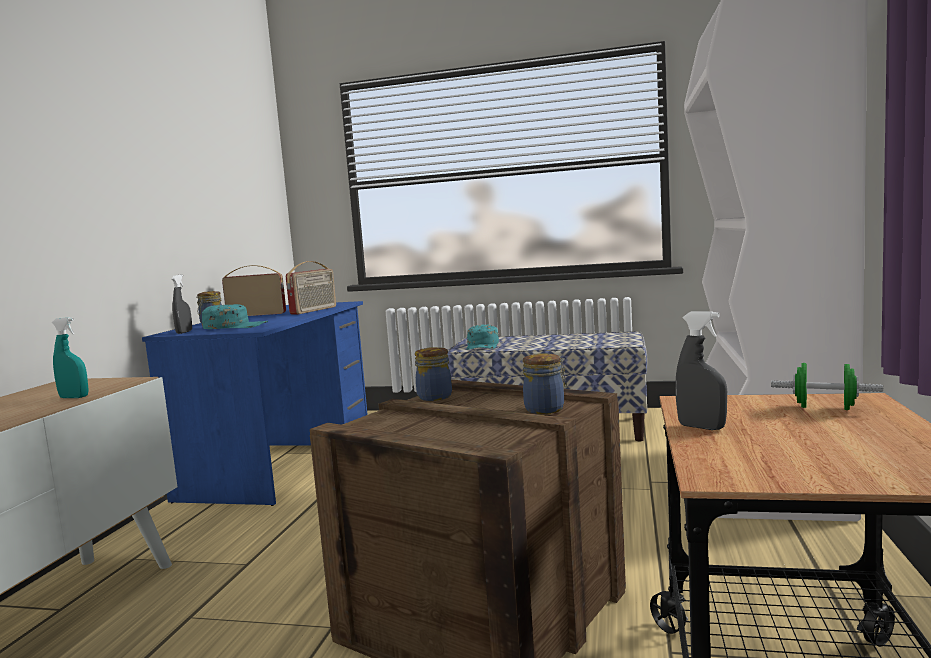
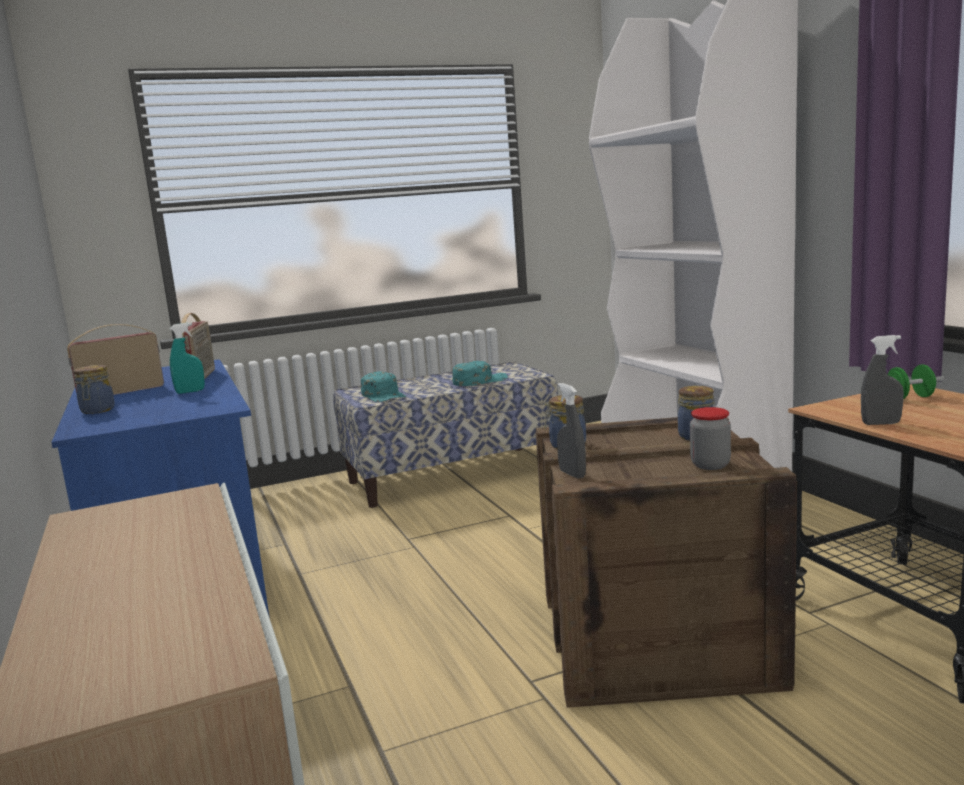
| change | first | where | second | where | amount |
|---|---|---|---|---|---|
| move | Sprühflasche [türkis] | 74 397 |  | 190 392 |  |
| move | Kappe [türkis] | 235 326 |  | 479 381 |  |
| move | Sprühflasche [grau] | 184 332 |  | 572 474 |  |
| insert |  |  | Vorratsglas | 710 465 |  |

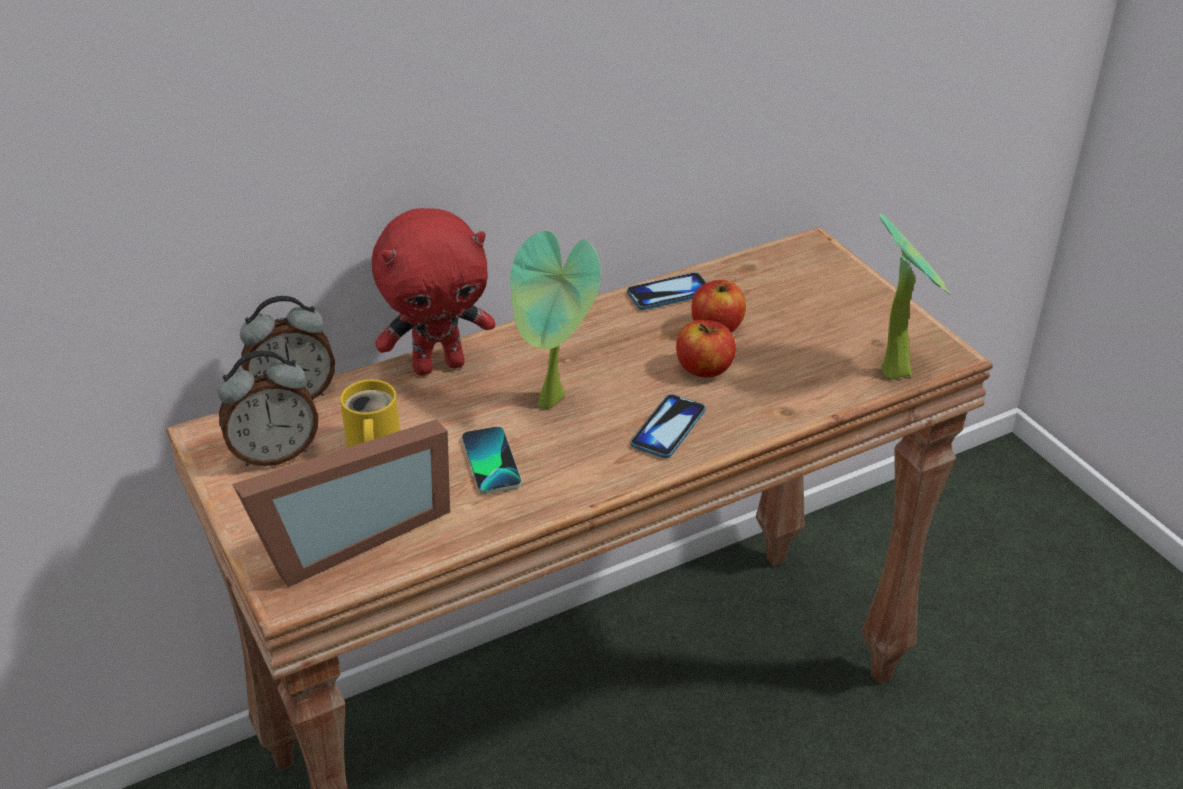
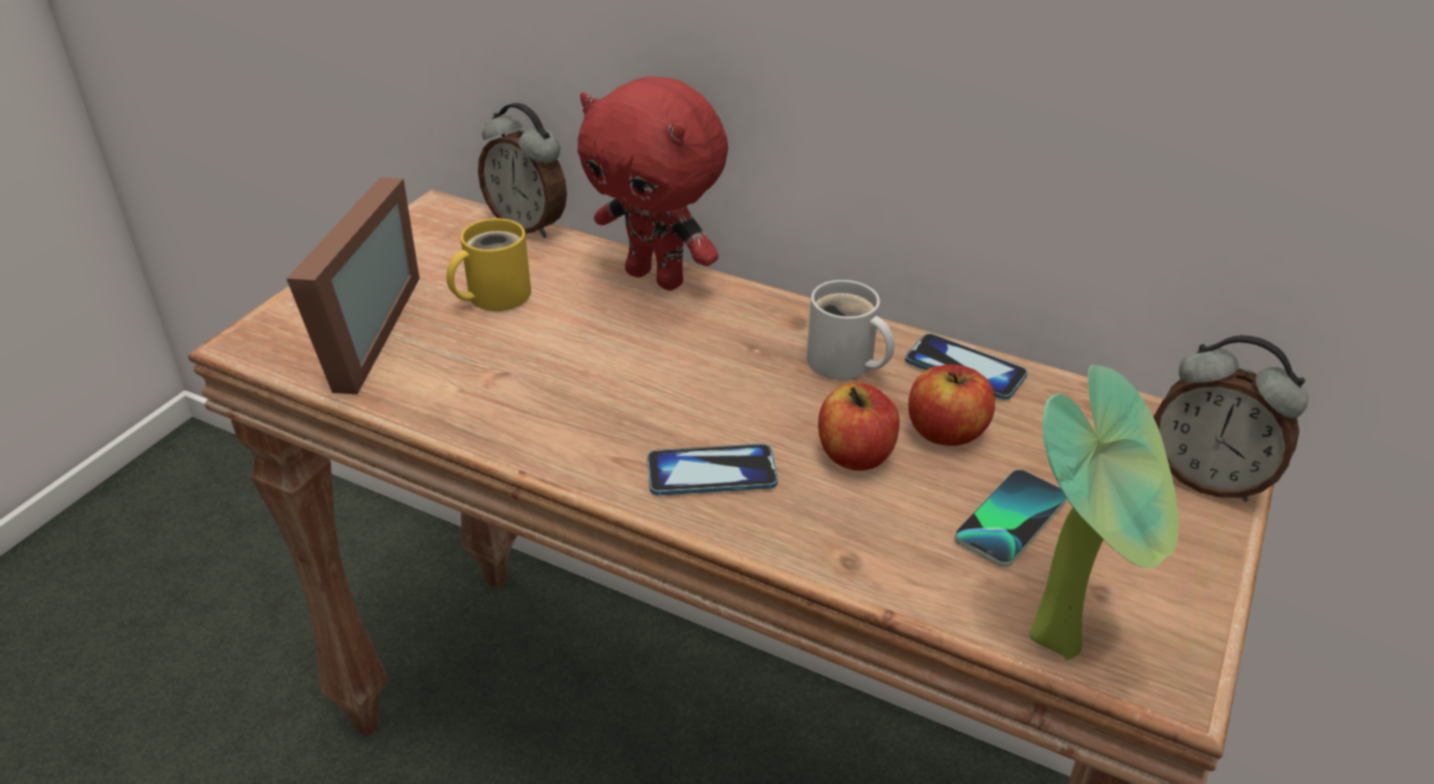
| change | first | where | second | where | amount |
|---|---|---|---|---|---|
| rotate | Bilderrahmen | 348 535 |  | 353 337 | 105 degrees counterclockwise |
| insert |  |  | Henkelbecher [weiß] | 844 364 |  |
| move | Handy | 491 462 |  | 1010 519 |  |
| move | Wecker | 275 454 |  | 1206 479 |  |
| delete | Topfpflanze | 554 404 |  |  |  |

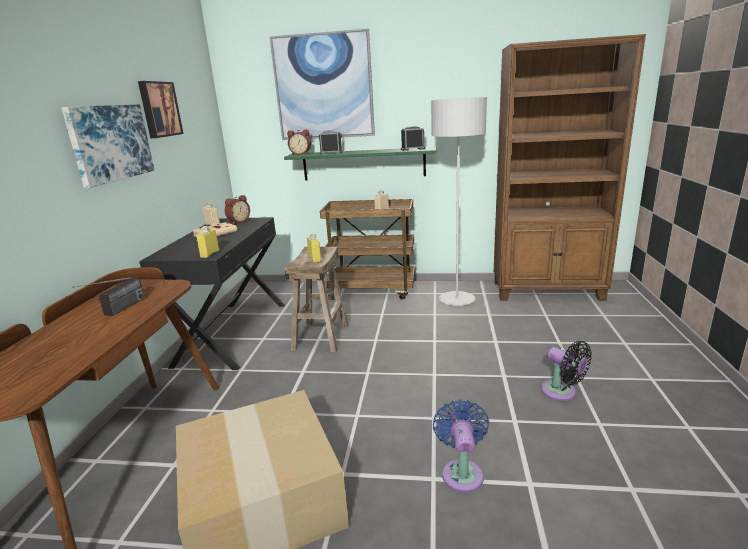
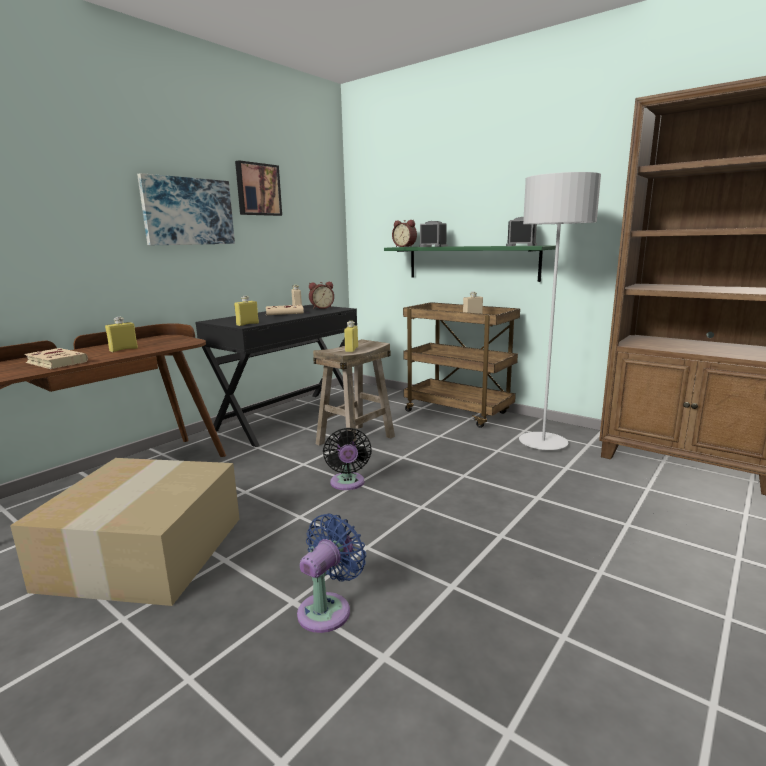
| change | first | where | second | where | amount |
|---|---|---|---|---|---|
| insert |  |  | Buch [beige] | 55 362 |  |
| replace | Radio | 117 311 | Flasche [gelb] | 123 349 |  |
| move | Ventilator [schwarz] | 562 392 |  | 347 484 |  |
| delete | Bild | 324 87 |  |  |  |

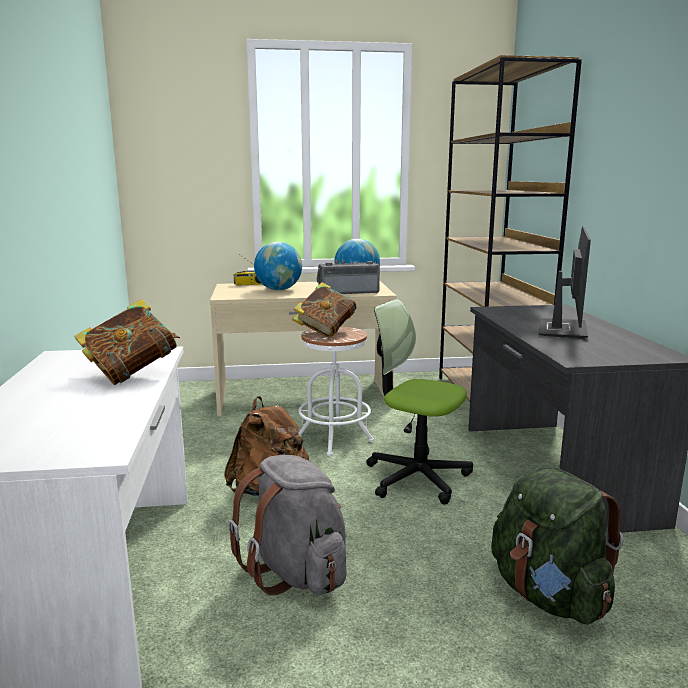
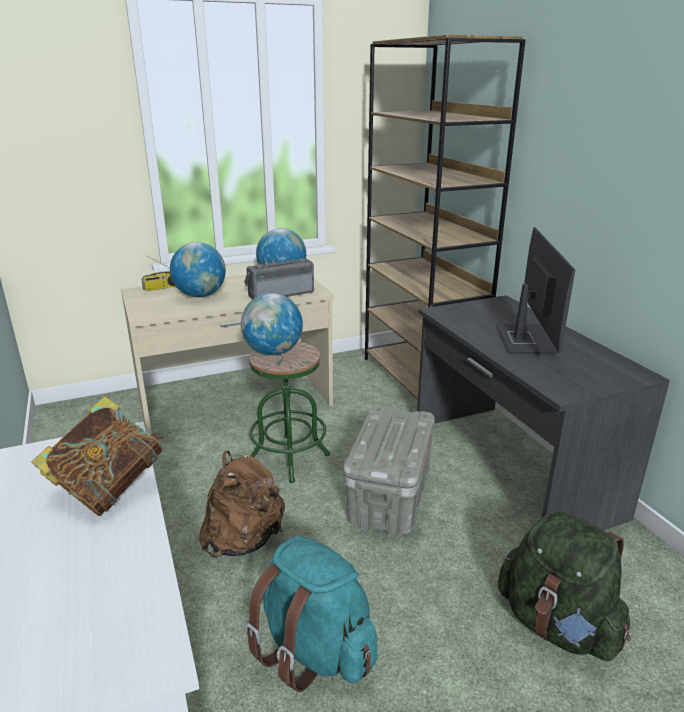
| change | first | where | second | where | amount |
|---|---|---|---|---|---|
| replace | Buch | 325 331 | Globus | 273 352 |  |
| recolor | Rucksack [grau] | 296 572 | Rucksack [türkis] | 314 650 |  |
| recolor | Hocker [weiß] | 334 439 | Hocker [grün] | 289 458 |  |
| replace | Bürostuhl | 416 477 | Aufbewahrungsbox [grau] | 389 497 |  |

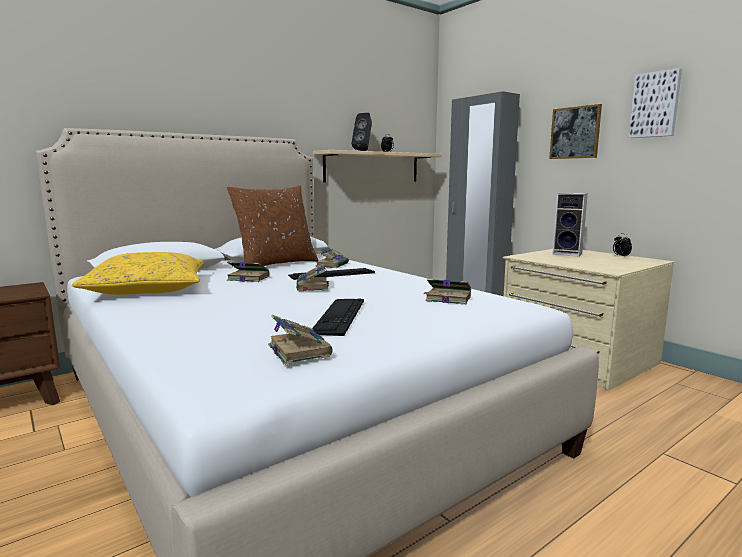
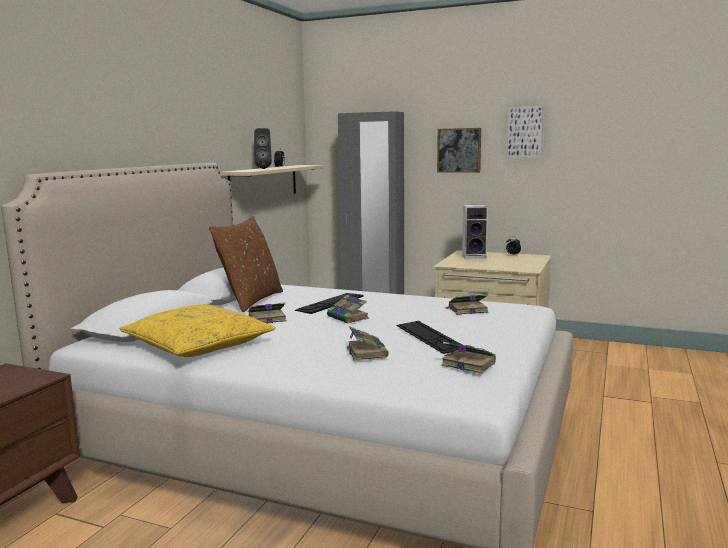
| change | first | where | second | where | amount |
|---|---|---|---|---|---|
| move | Buch | 332 264 |  | 366 352 |  |

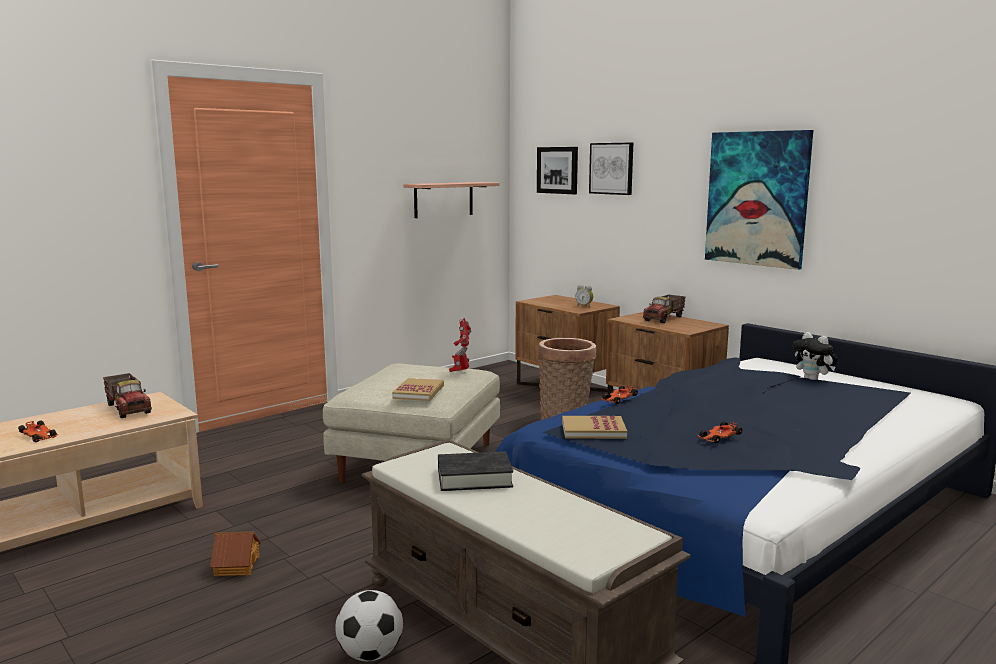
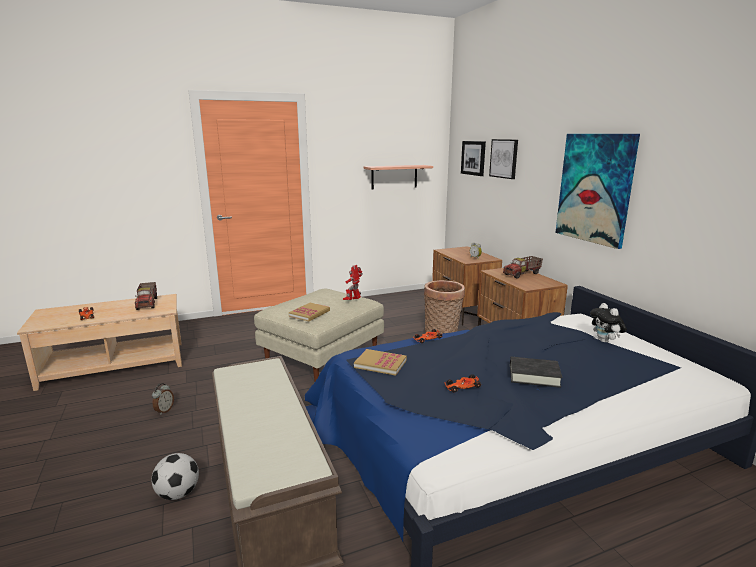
| change | first | where | second | where | amount |
|---|---|---|---|---|---|
| replace | Spielzeughaus | 236 565 | Wecker | 164 410 |  |
| move | Buch [schwarz] | 474 477 |  | 534 376 |  |

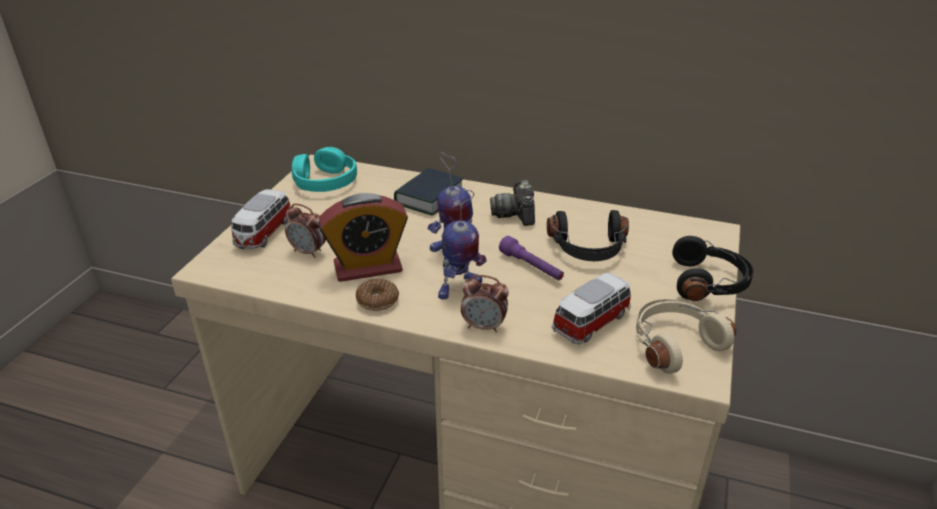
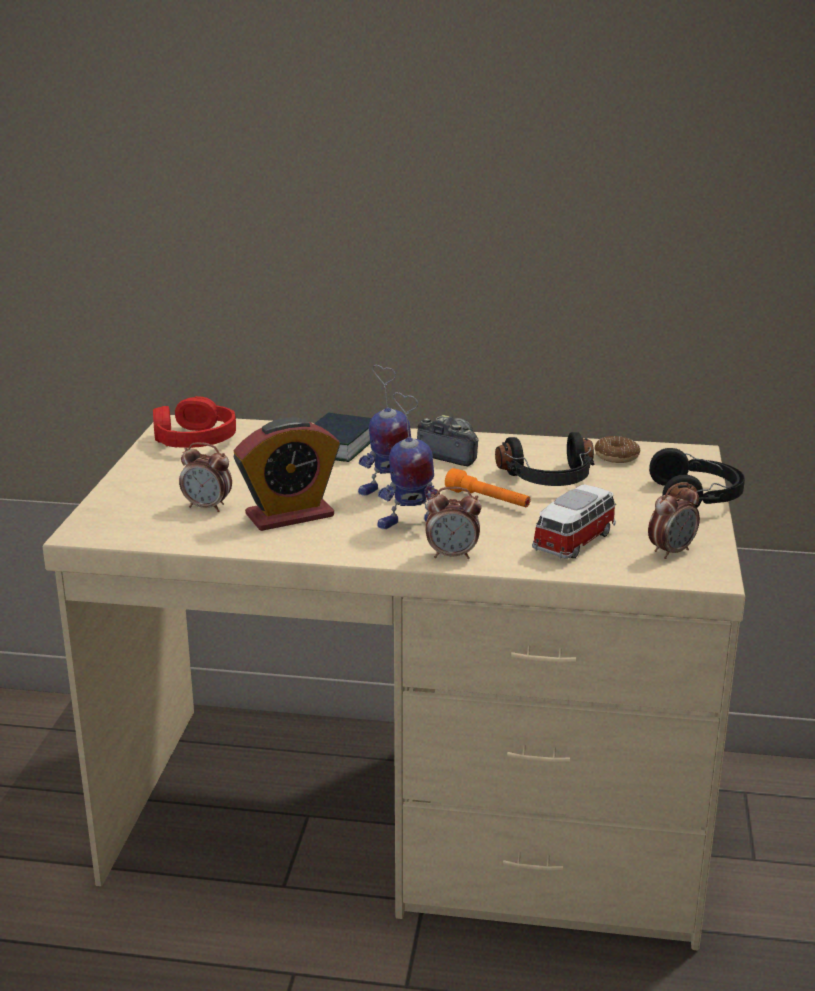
| change | first | where | second | where | amount |
|---|---|---|---|---|---|
| recolor | Kopfhörer [türkis] | 325 181 | Kopfhörer [rot] | 194 439 |  |
| rotate | Spielzeugroboter | 458 288 |  | 408 525 | 45 degrees clockwise |
| rotate | Kamera | 515 214 |  | 451 454 | 135 degrees clockwise |
| recolor | Taschenlampe [lila] | 531 267 | Taschenlampe [orange] | 488 500 |  |
| move | Donut | 377 300 |  | 616 457 |  |
| replace | Kopfhörer [beige] | 673 343 | Wecker | 671 551 |  |
| delete | Spielzeugauto | 263 233 |  |  |  |

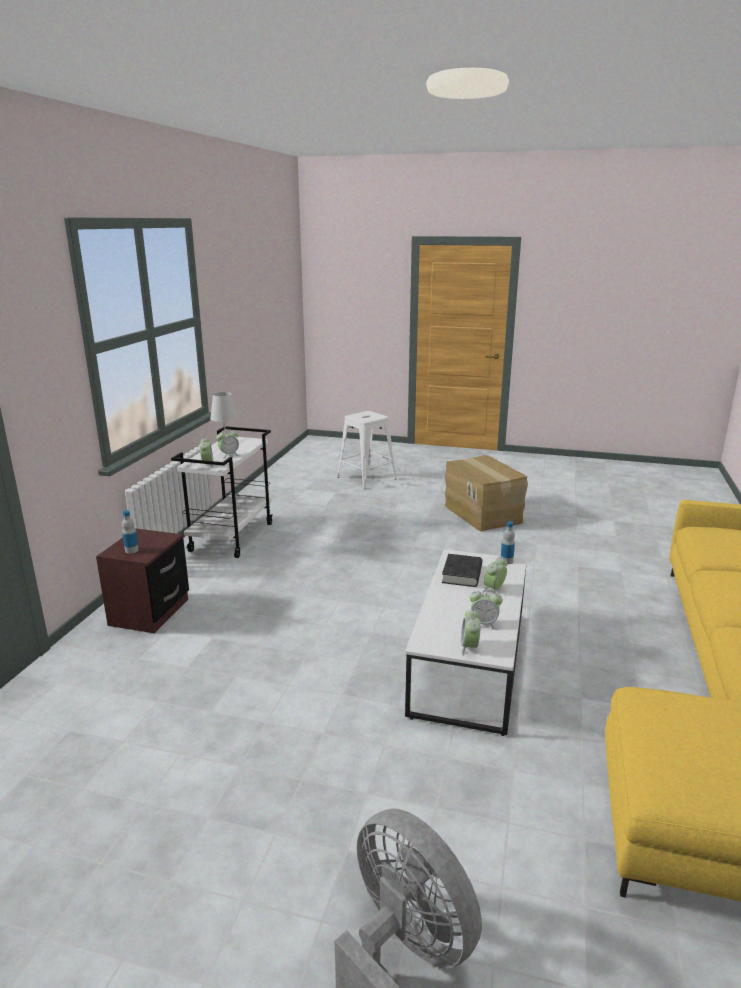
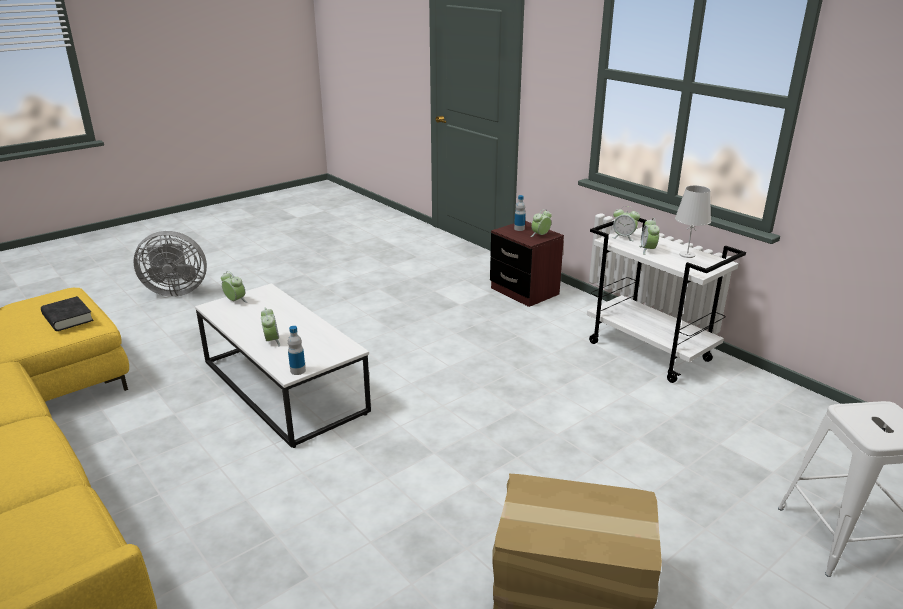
| change | first | where | second | where | amount |
|---|---|---|---|---|---|
| move | Buch [schwarz] | 462 574 |  | 67 318 |  |
| move | Wecker | 484 623 |  | 540 235 |  |

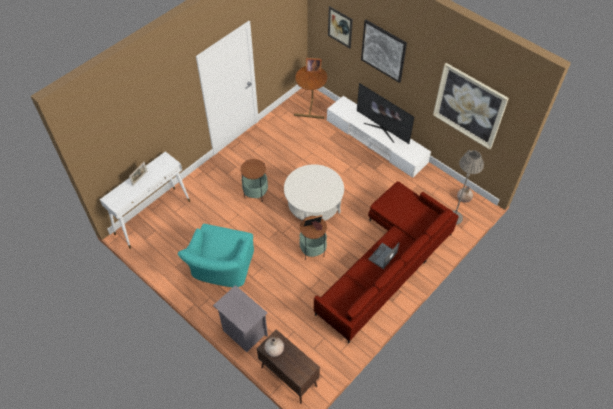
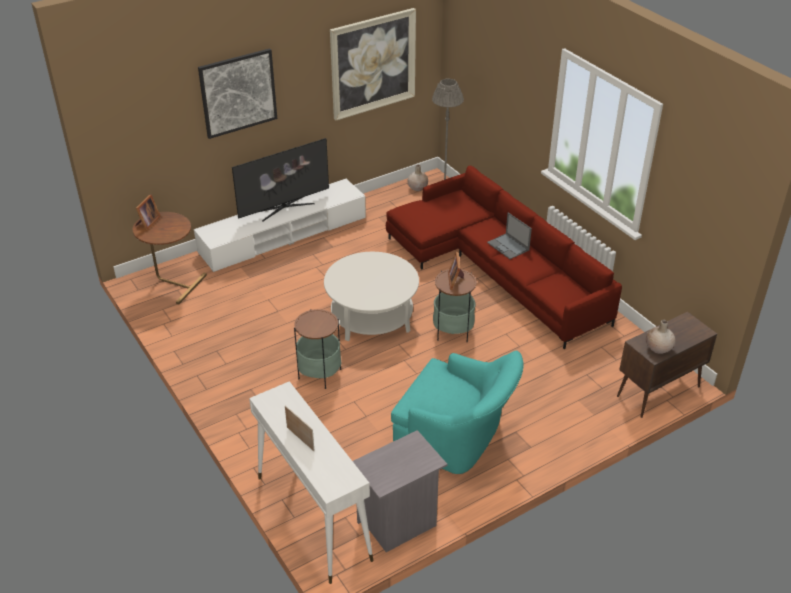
| change | first | where | second | where | amount |
|---|---|---|---|---|---|
| move | Nachttisch [grau] | 243 332 |  | 398 523 |  |
| delete | Bild | 340 27 |  |  |  |

